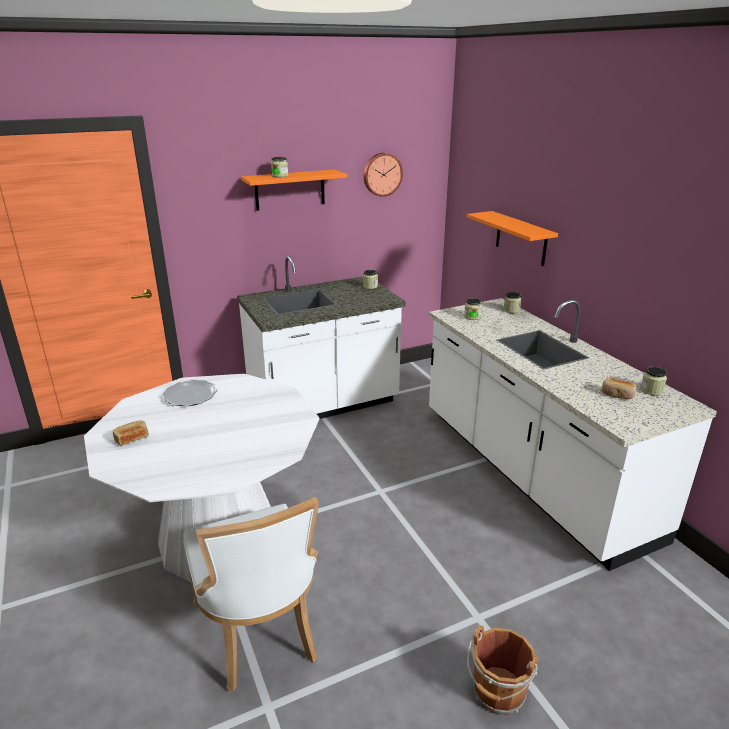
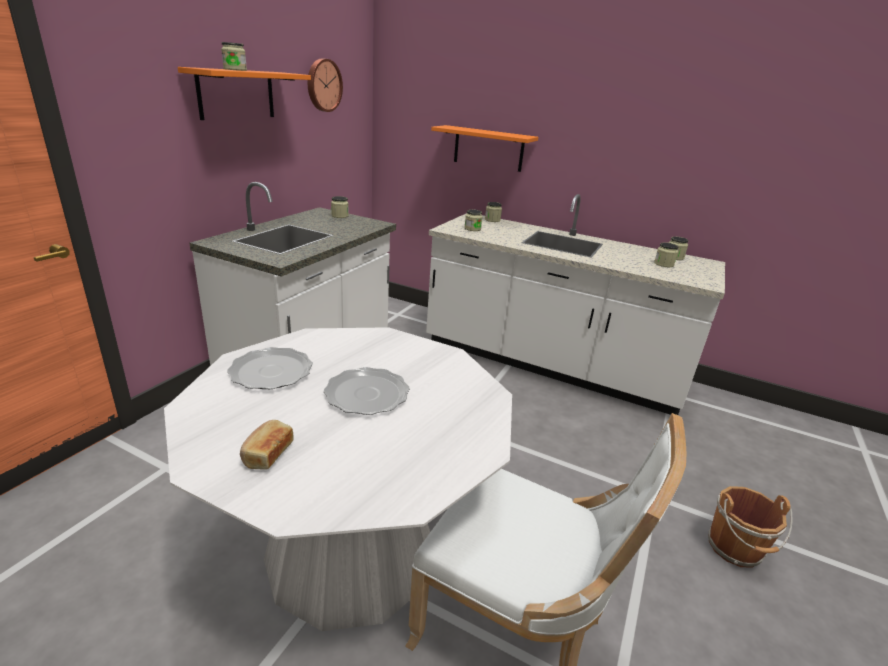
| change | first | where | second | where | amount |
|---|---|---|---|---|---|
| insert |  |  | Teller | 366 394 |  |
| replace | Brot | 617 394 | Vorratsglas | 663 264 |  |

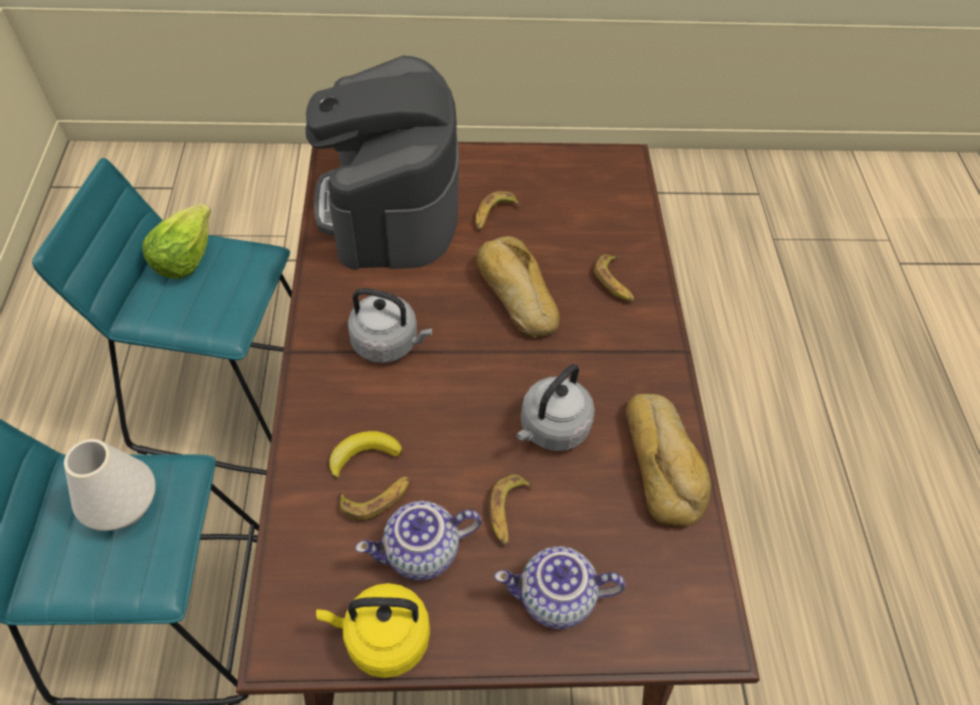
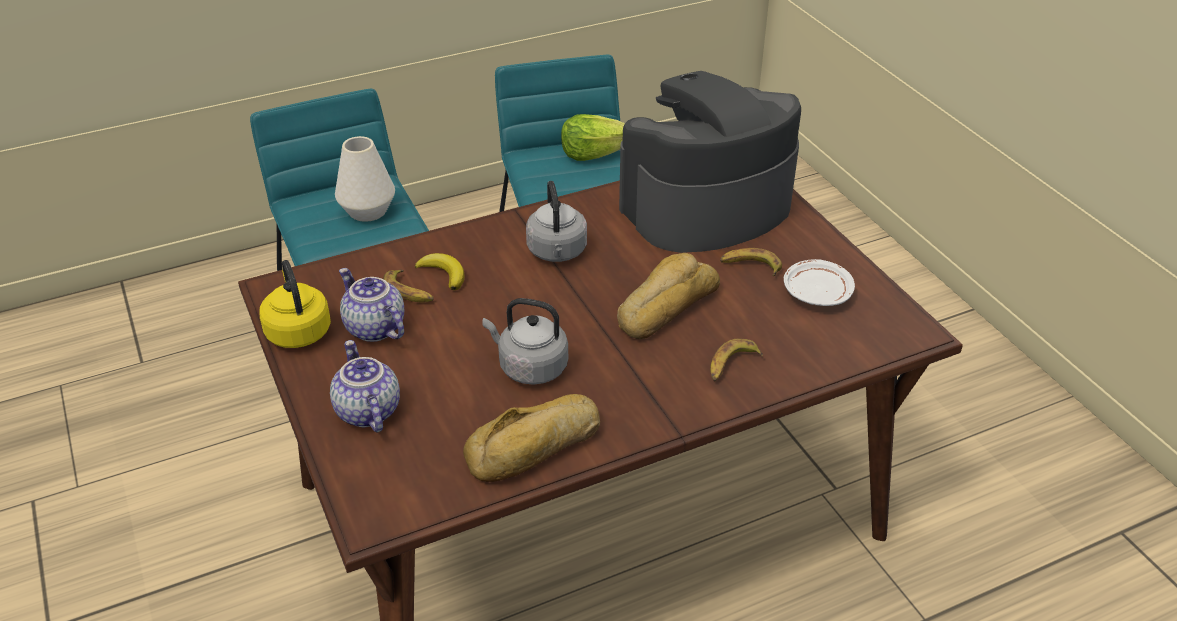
| change | first | where | second | where | amount |
|---|---|---|---|---|---|
| insert |  |  | Teller [weiß] | 816 292 |  |
| delete | Banane | 508 512 |  |  |  |

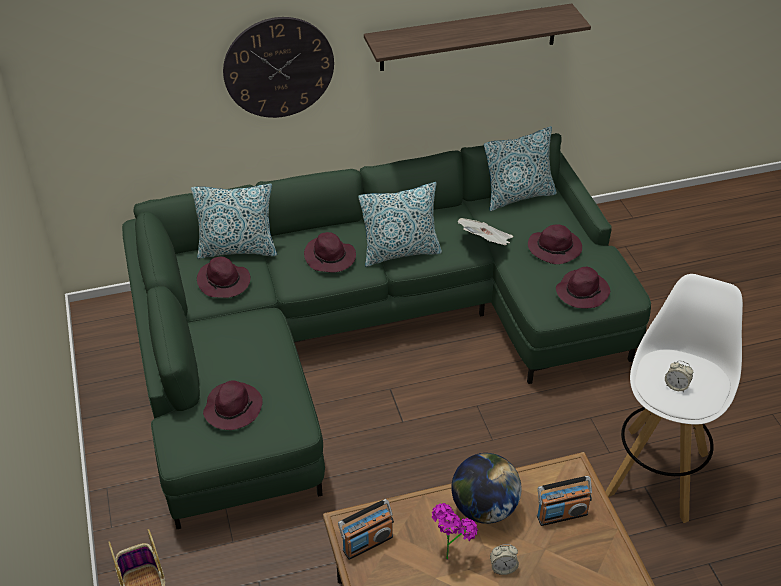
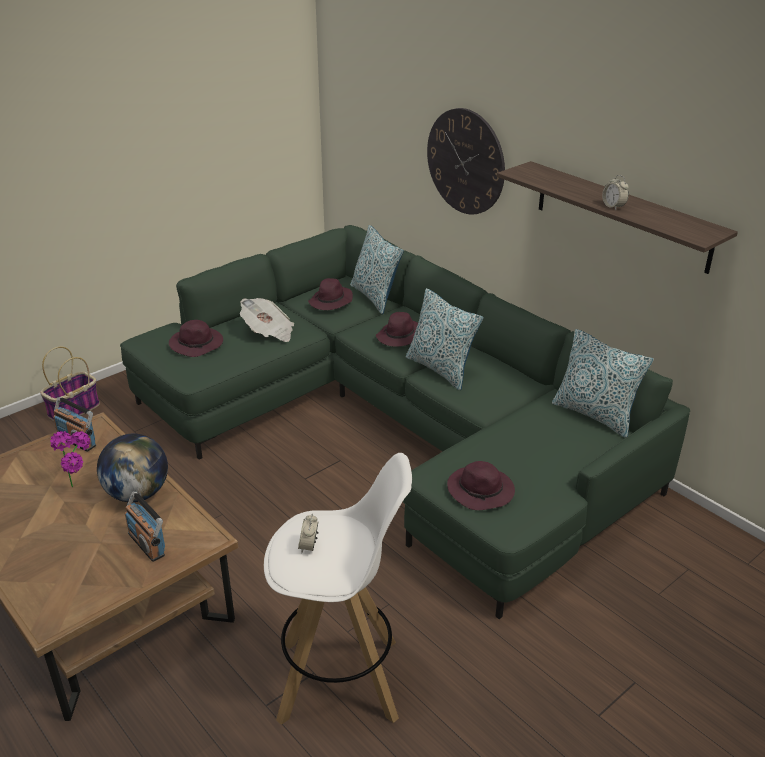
| change | first | where | second | where | amount |
|---|---|---|---|---|---|
| move | Zeitung | 486 243 |  | 269 332 |  |
| move | Wecker | 503 568 |  | 613 207 |  |
| delete | Hut [lila] | 555 248 |  |  |  |

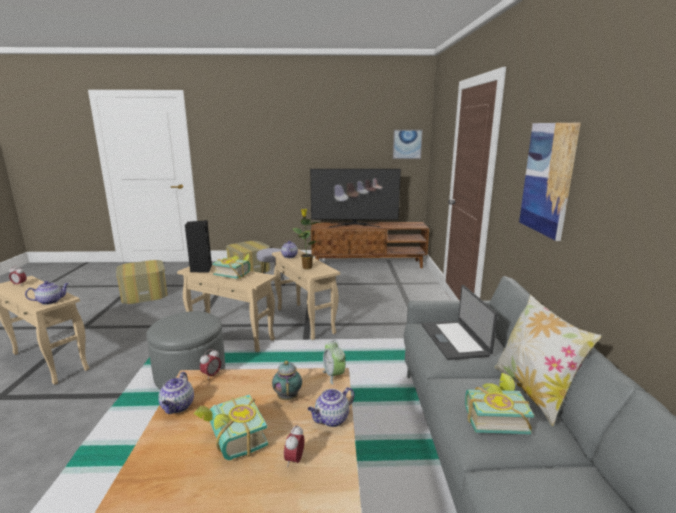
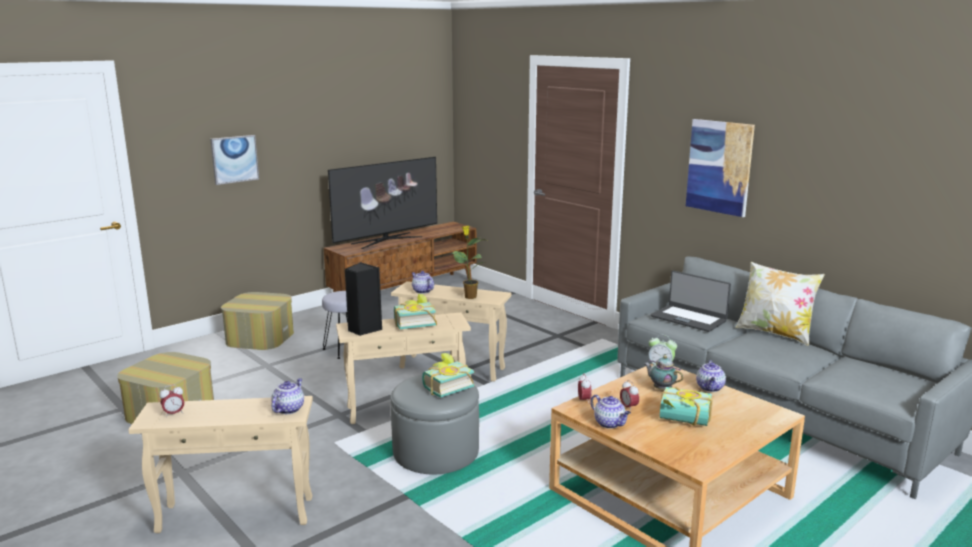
| change | first | where | second | where | amount |
|---|---|---|---|---|---|
| move | Bild | 407 144 |  | 234 159 |  |
| move | Buch | 493 417 |  | 445 387 |  |
| move | Wecker | 294 460 |  | 628 408 |  |

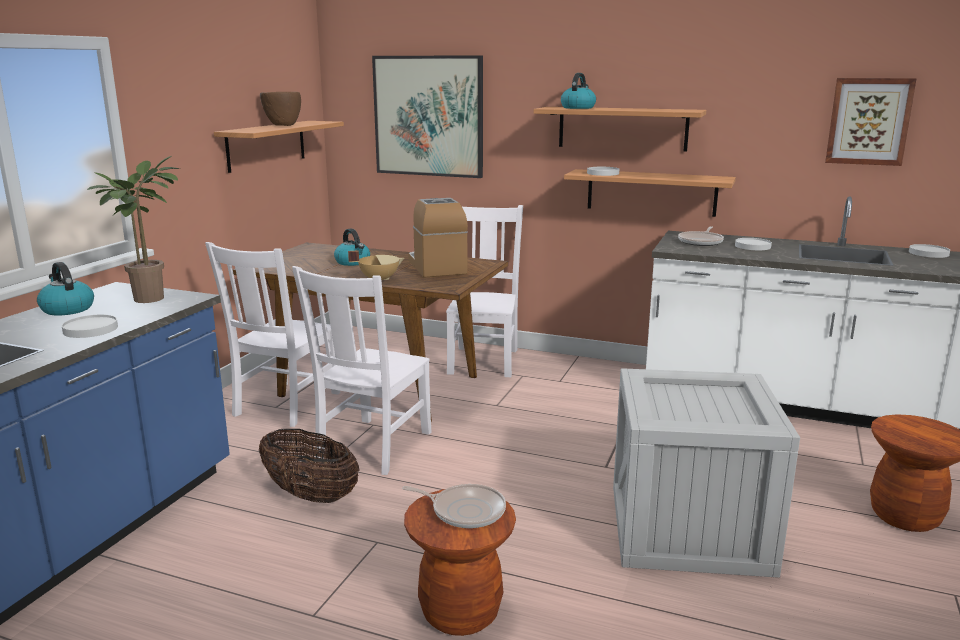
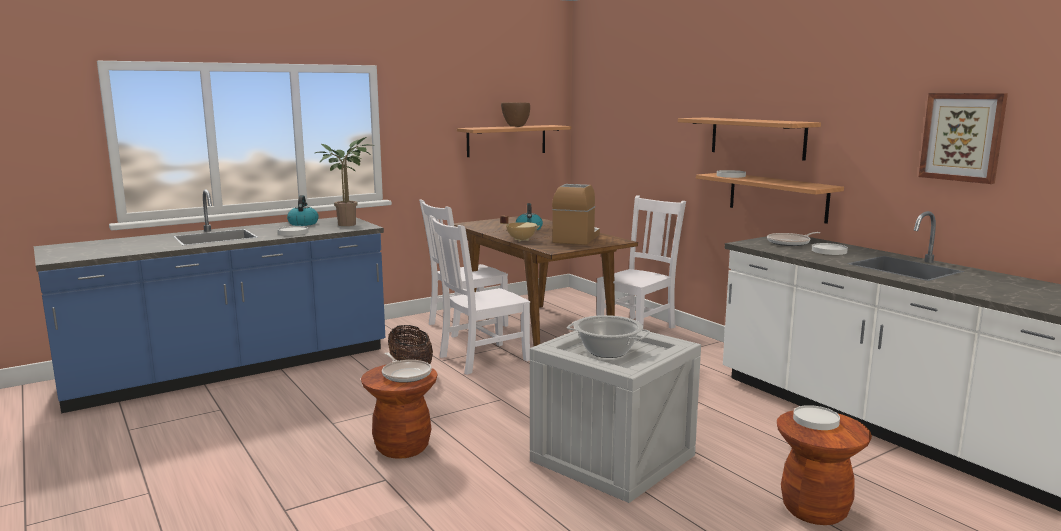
| change | first | where | second | where | amount |
|---|---|---|---|---|---|
| insert |  |  | Kochtopf | 607 351 |  |
| move | Teller [weiß] | 929 253 |  | 816 420 |  |
| delete | Bild | 428 116 |  |  |  |
| delete | Wasserkessel | 578 108 |  |  |  |

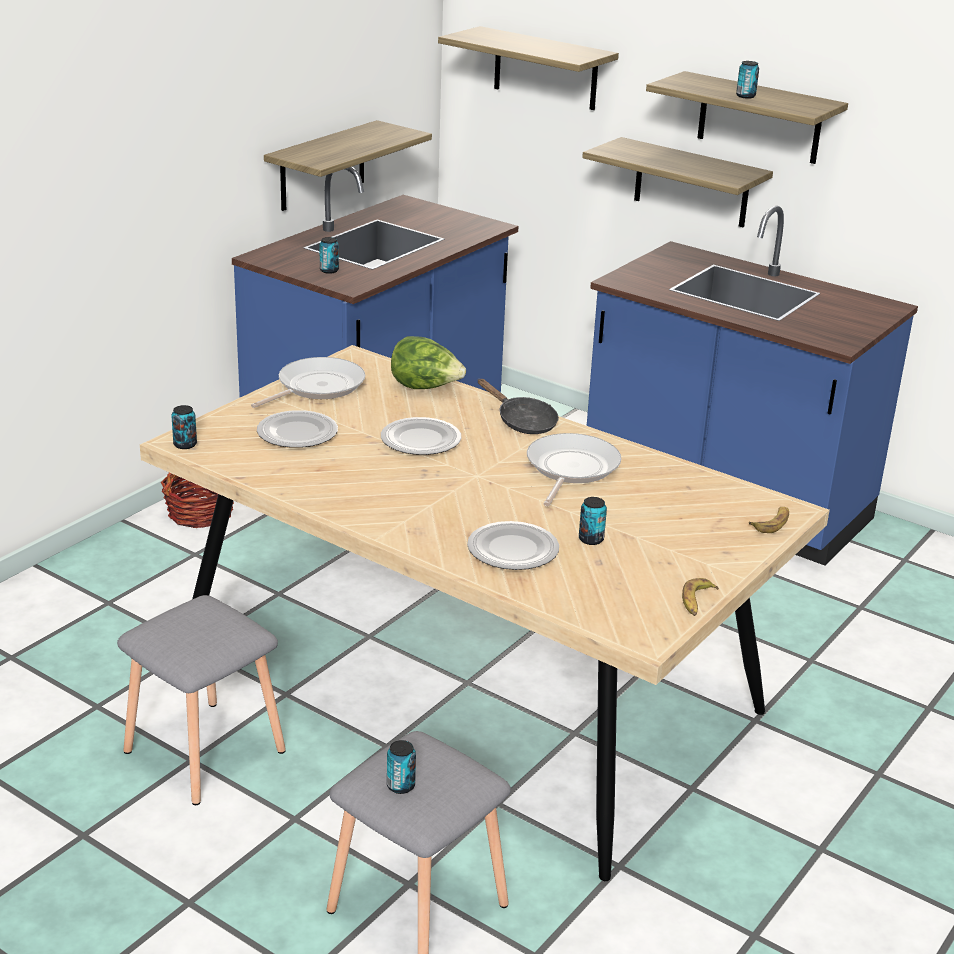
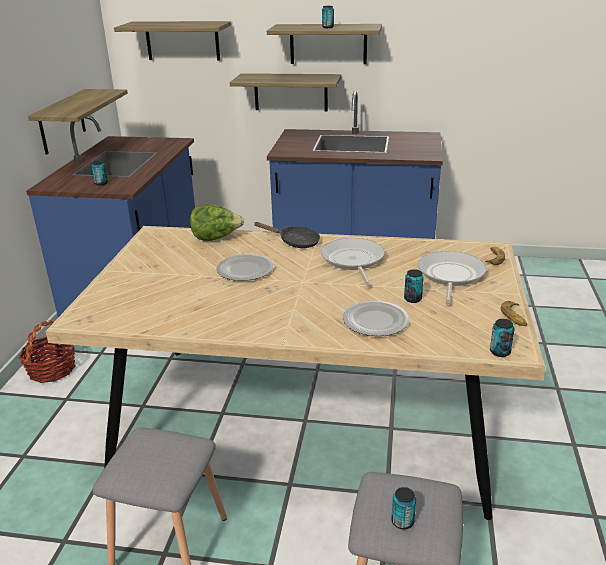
| change | first | where | second | where | amount |
|---|---|---|---|---|---|
| move | Pfanne | 316 387 |  | 450 276 |  |
| move | Dose | 185 444 |  | 500 352 |  |
| delete | Teller | 296 433 |  |  |  |

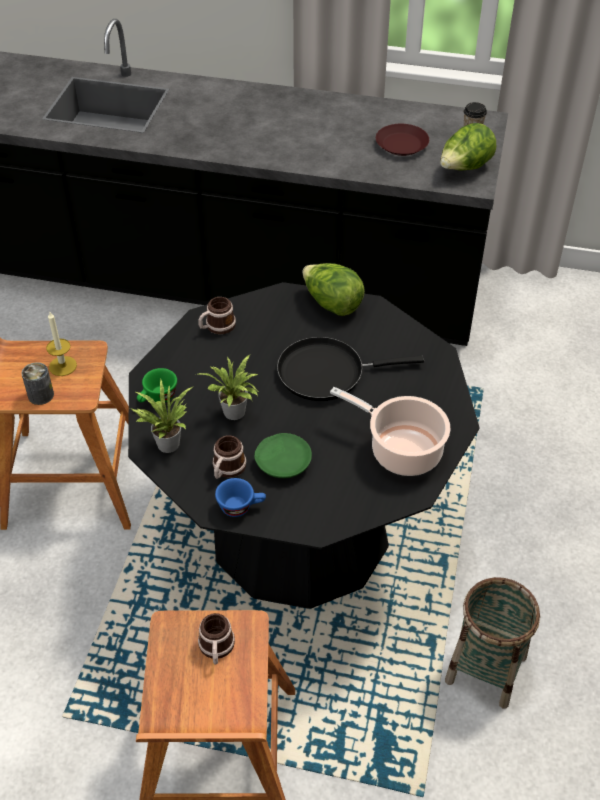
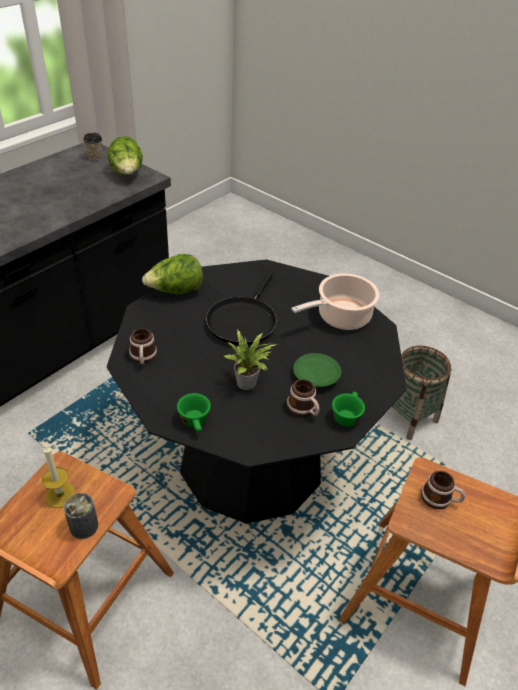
| change | first | where | second | where | amount |
|---|---|---|---|---|---|
| recolor | Tasse [blau] | 241 506 | Tasse [grün] | 346 415 |  |
| delete | Topfpflanze | 166 442 |  |  |  |
| delete | Teller [braun] | 401 144 |  |  |  |

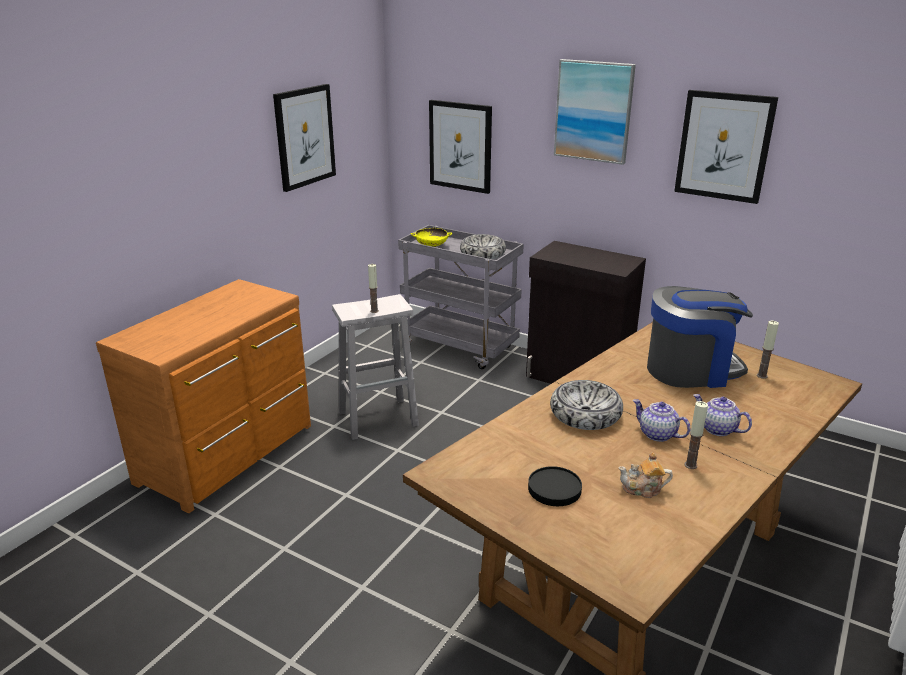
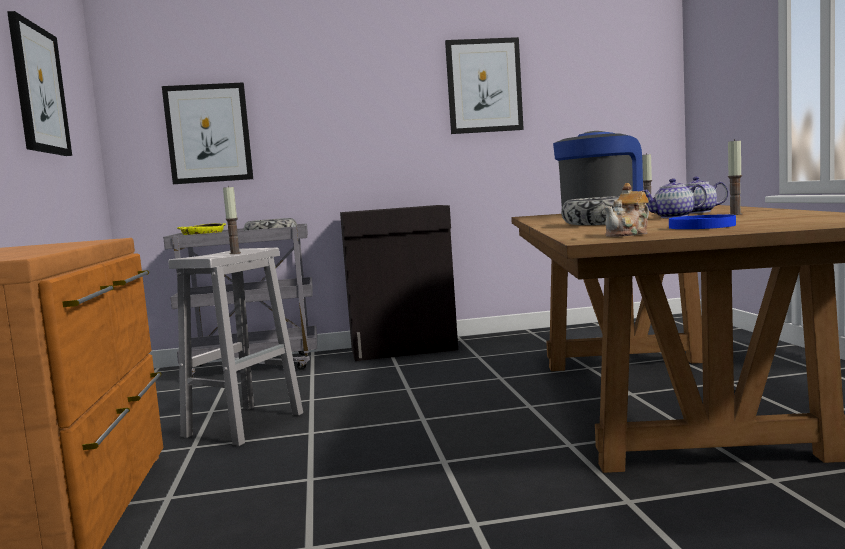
| change | first | where | second | where | amount |
|---|---|---|---|---|---|
| move | Teekanne | 643 489 |  | 628 234 |  |
| recolor | Teller [schwarz] | 554 489 | Teller [blau] | 702 226 |  |
| delete | Bild | 593 111 |  |  |  |

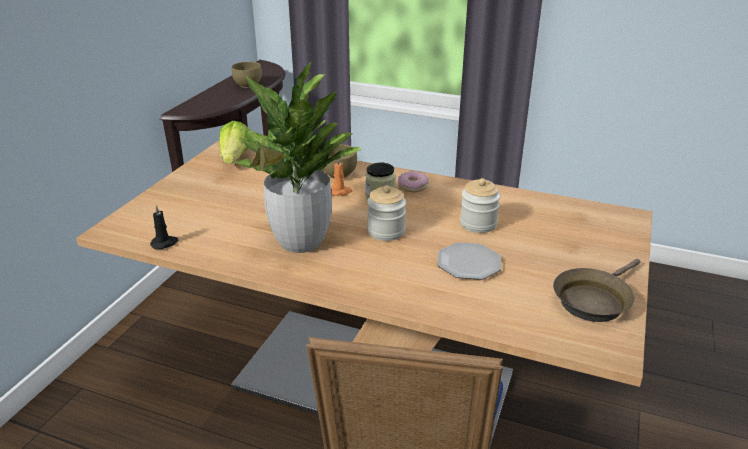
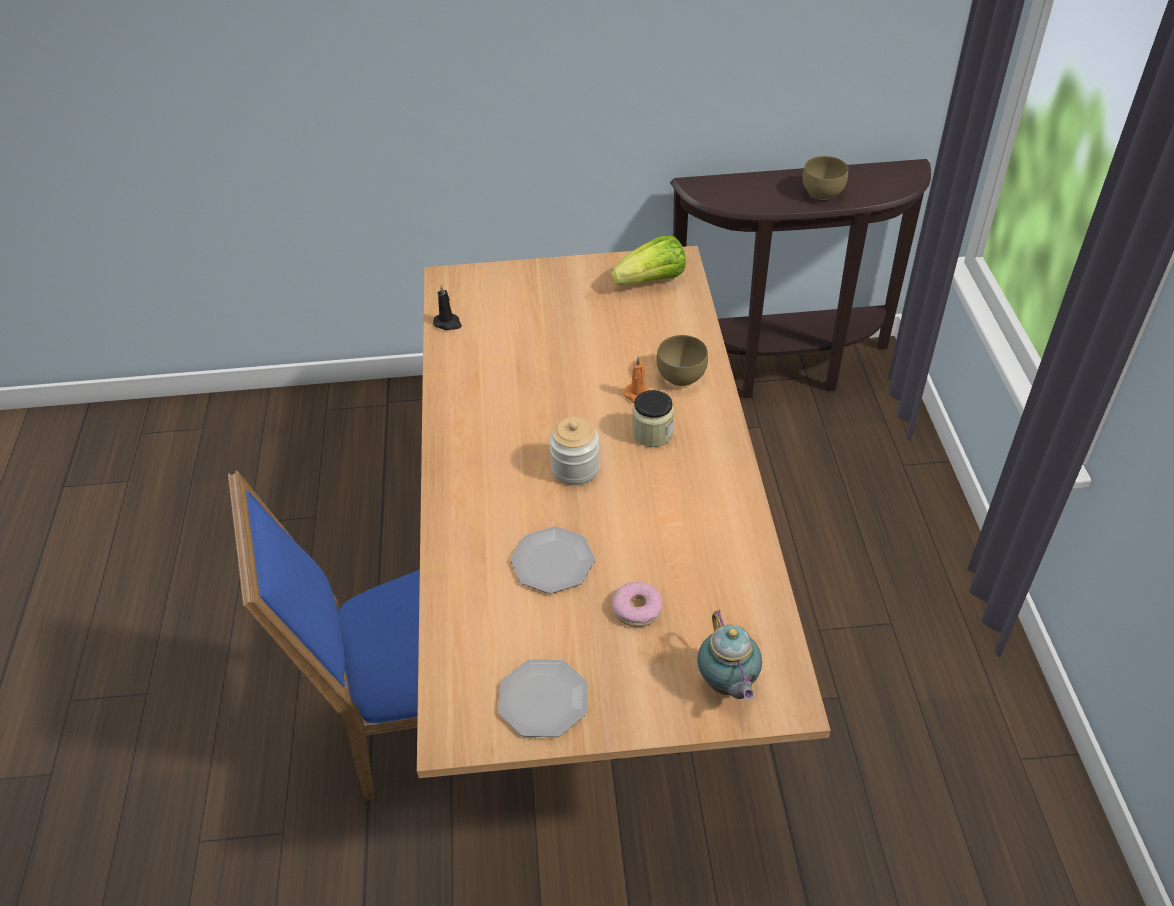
| change | first | where | second | where | amount |
|---|---|---|---|---|---|
| replace | Pfanne [braun] | 594 300 | Teller | 542 699 |  |
| move | Donut | 413 186 |  | 637 609 |  |
| insert |  |  | Teekanne | 727 684 |  |
| delete | Topfpflanze | 300 242 |  |  |  |
| delete | Vorratsglas | 478 224 |  |  |  |

